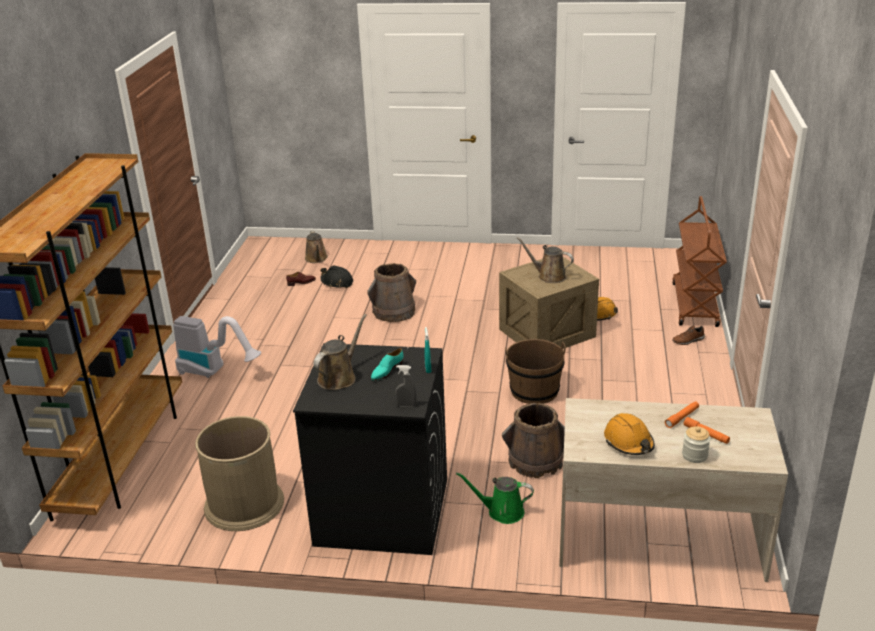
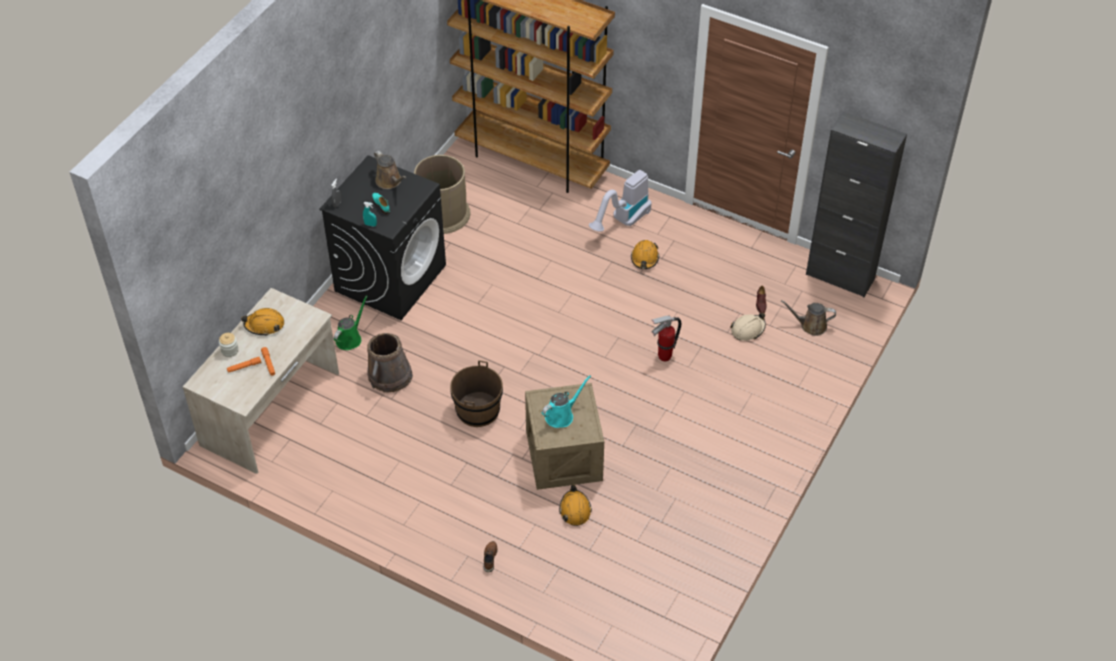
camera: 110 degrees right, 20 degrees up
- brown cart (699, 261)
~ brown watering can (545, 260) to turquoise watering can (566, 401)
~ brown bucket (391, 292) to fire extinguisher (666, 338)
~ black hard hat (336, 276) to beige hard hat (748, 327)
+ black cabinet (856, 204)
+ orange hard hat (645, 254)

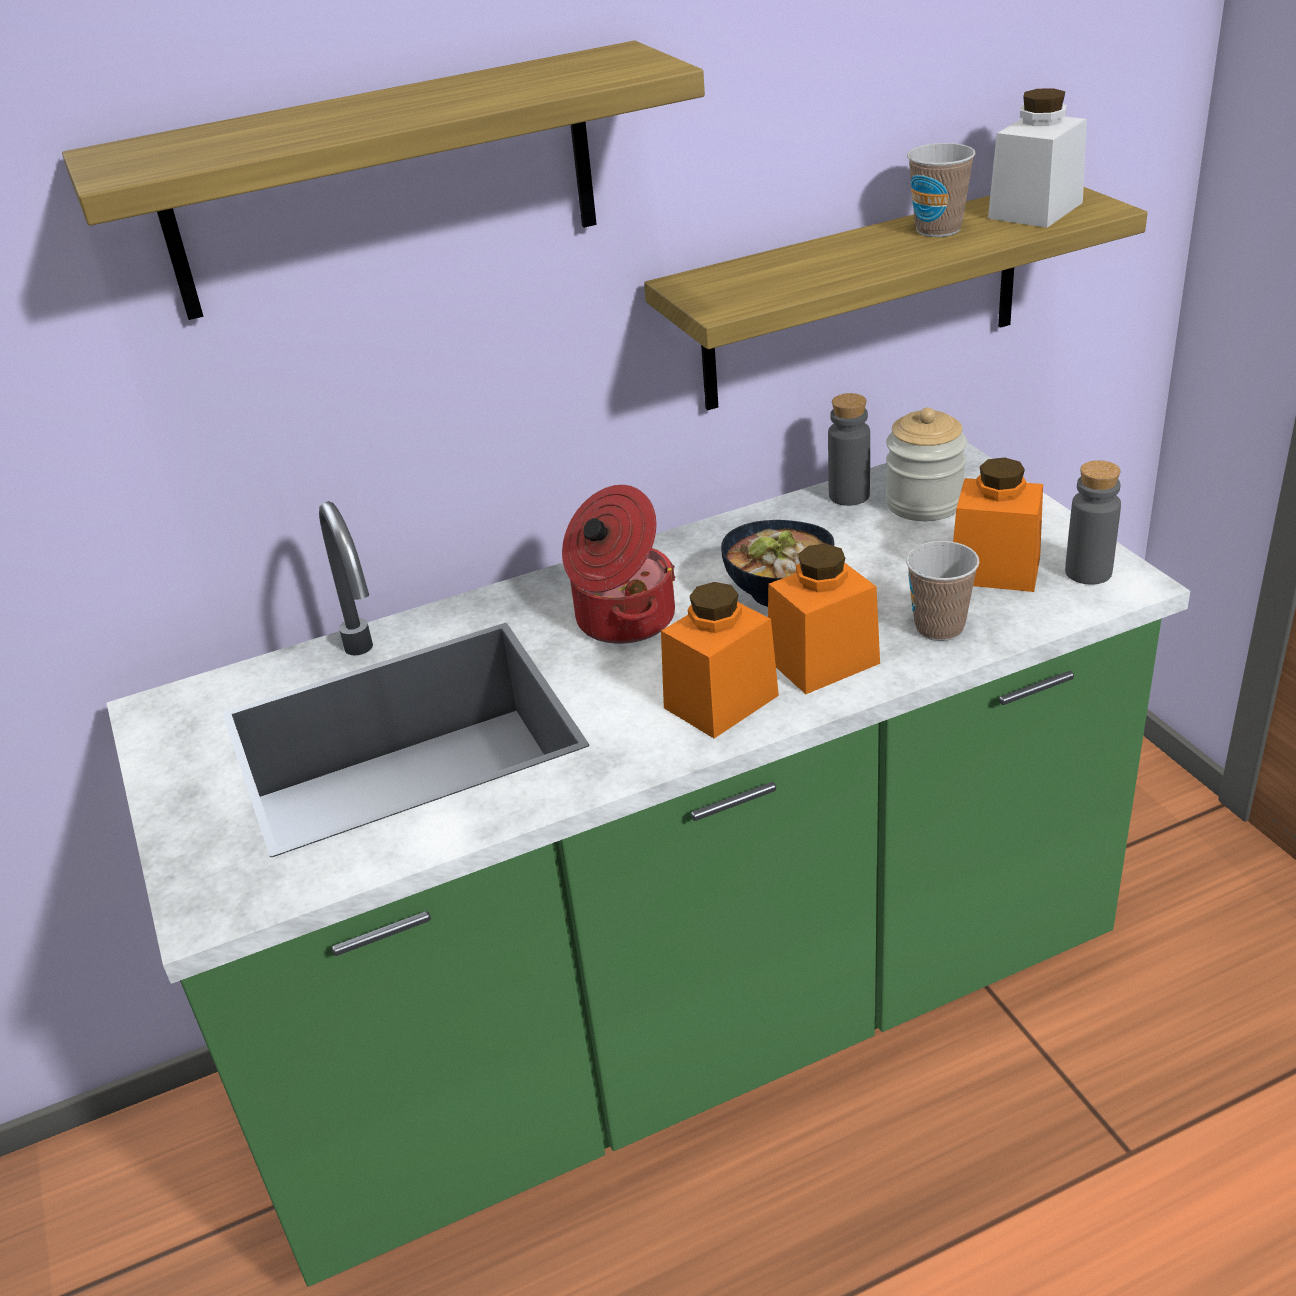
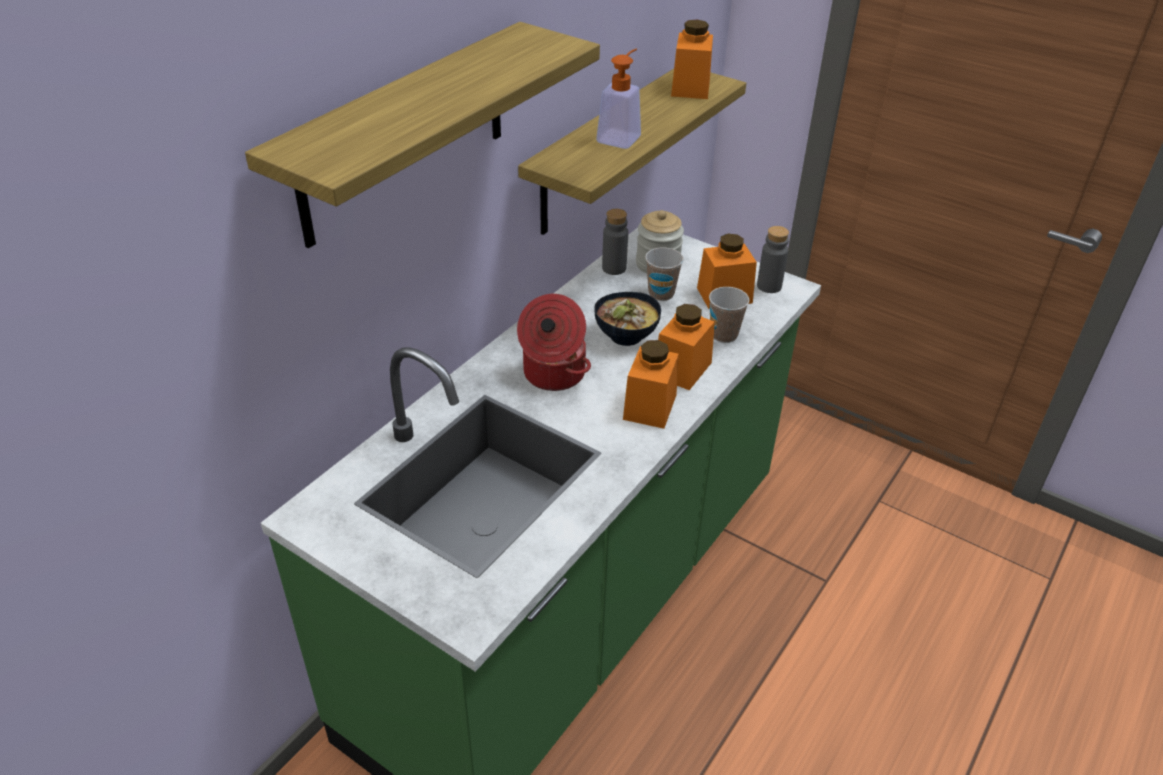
camera: 35 degrees left, 5 degrees up
~ white jar (1037, 158) to orange jar (692, 59)
~ cup (941, 190) to (664, 274)
+ soap dispenser (618, 98)

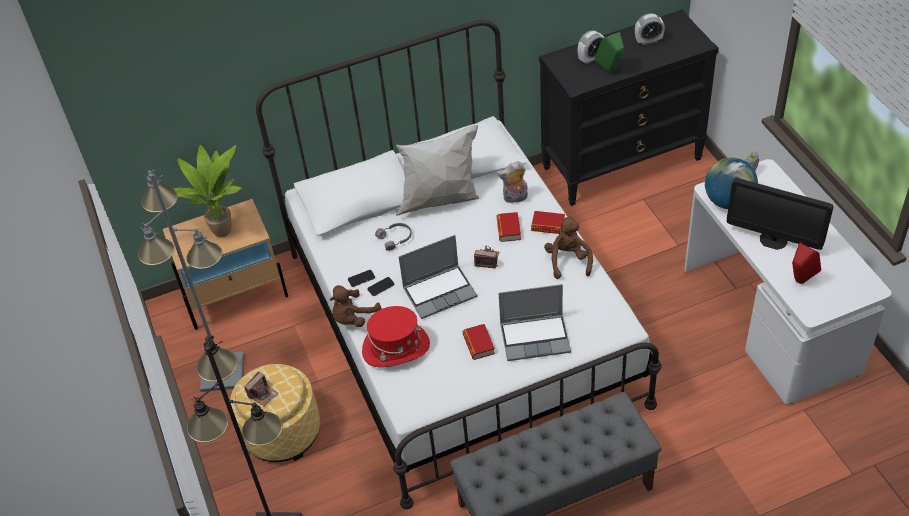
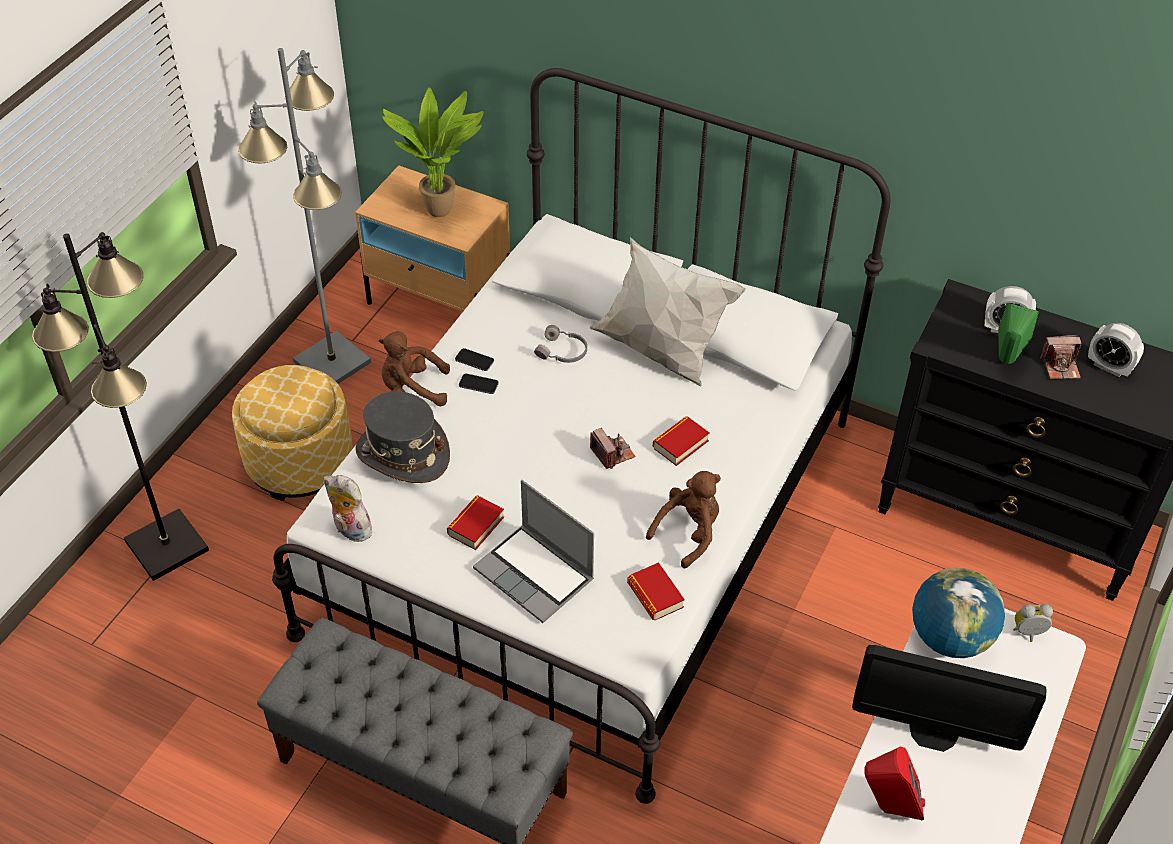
camera: 45 degrees right, 0 degrees up
~ plush toy (513, 182) to (349, 508)
~ monitor (780, 214) = (949, 698) 60 degrees counterclockwise
~ book (548, 222) to (656, 591)
- laptop (438, 277)
~ red hat (396, 337) to grey hat (402, 437)
~ photo camera (261, 389) to (1061, 357)

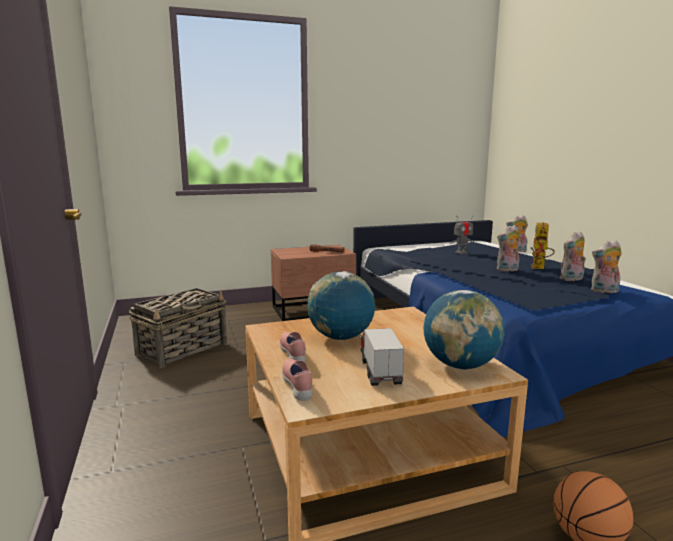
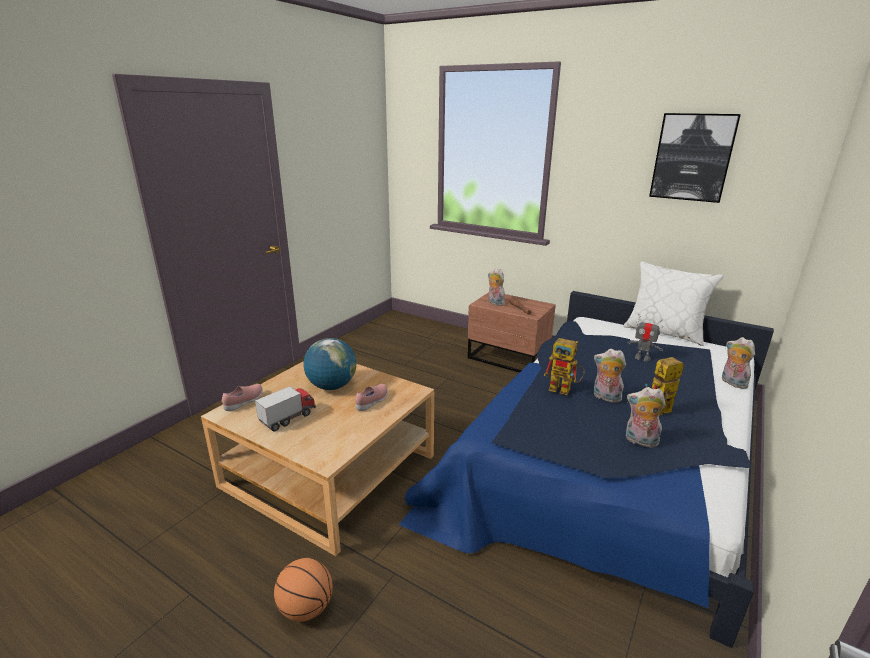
camera: 50 degrees right, 10 degrees up
~ plush toy (606, 266) to (497, 287)
- basket (178, 328)
- globe (464, 330)
~ pink shoe (293, 347) to (371, 397)
+ picture (695, 158)
+ white pillow (673, 303)
+ toy robot (564, 366)

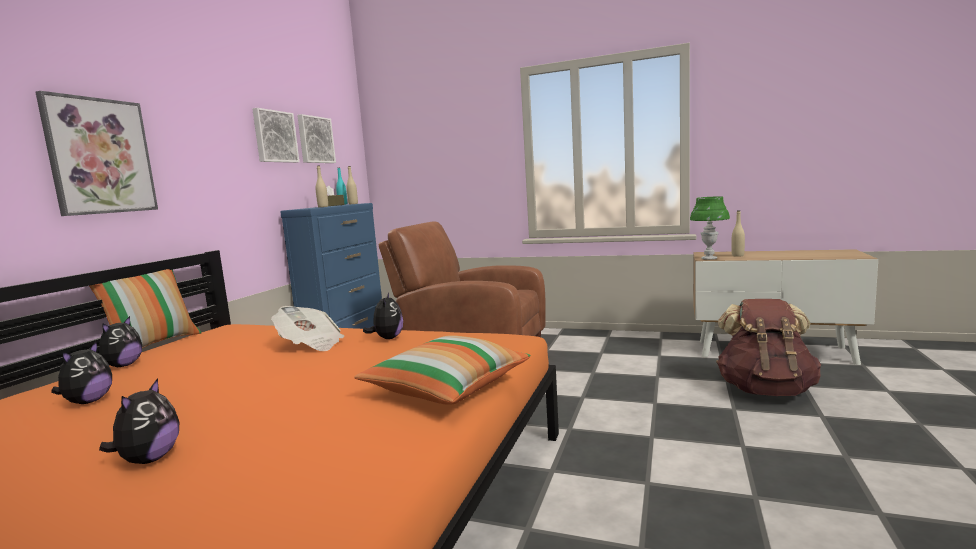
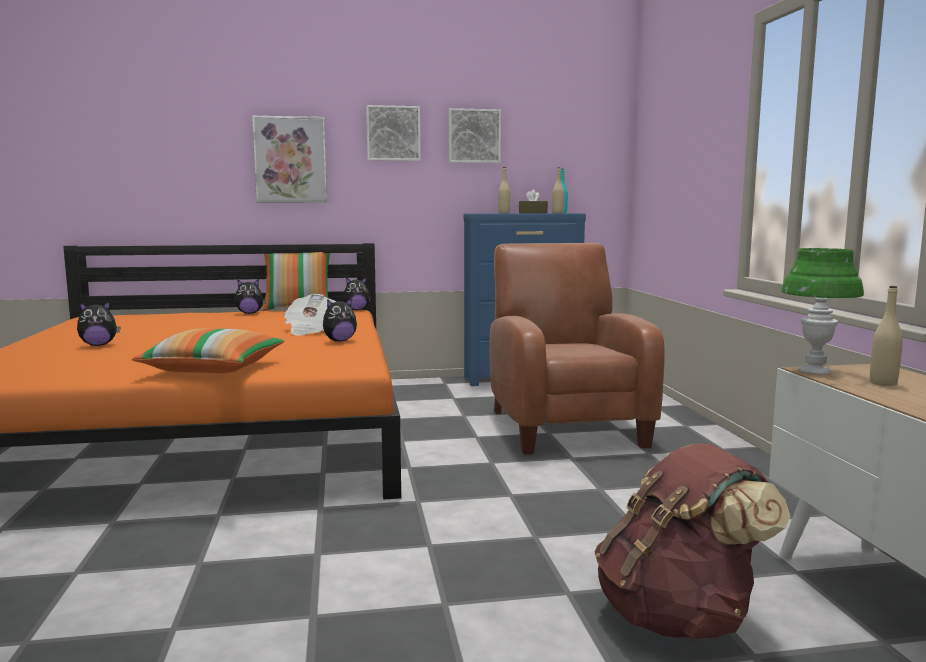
camera: 60 degrees right, 0 degrees up
~ picture (316, 138) to (393, 133)
~ plush toy (81, 372) to (357, 293)

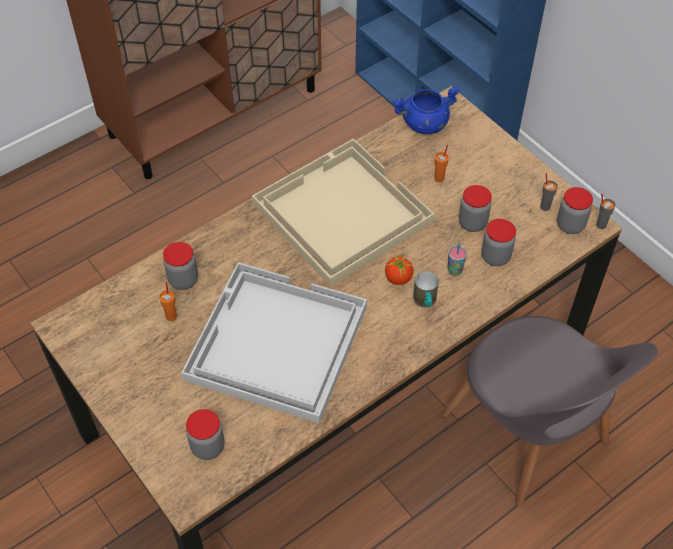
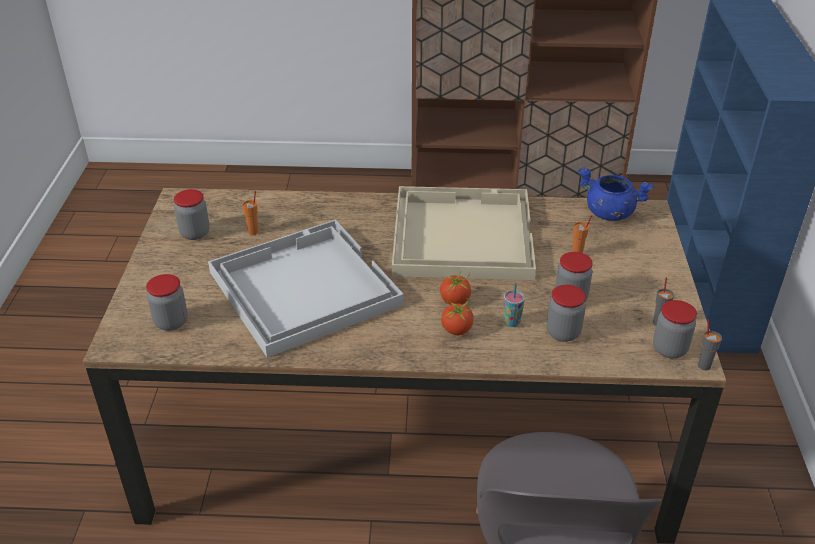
camera: 40 degrees right, 15 degrees down
~ jar (180, 266) to (192, 214)
~ mug (426, 289) to tomato (458, 316)

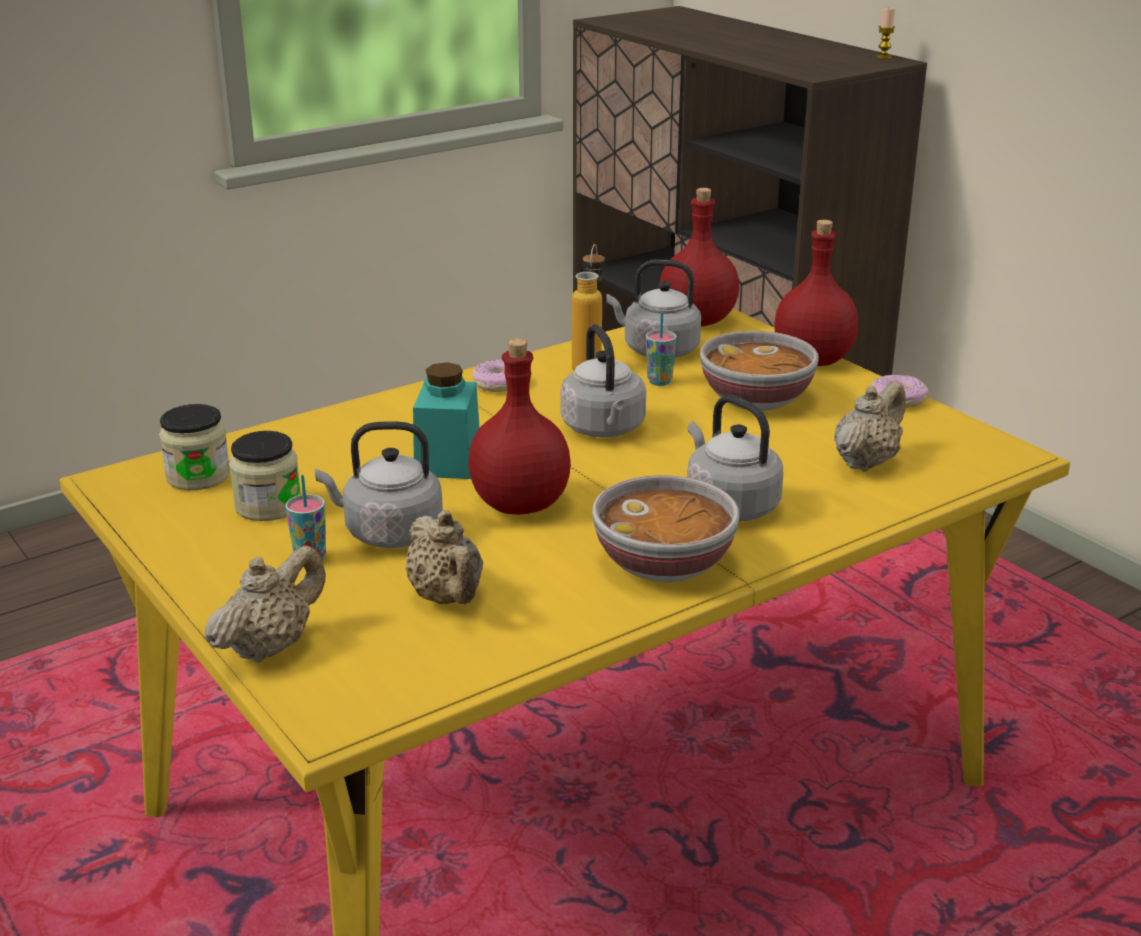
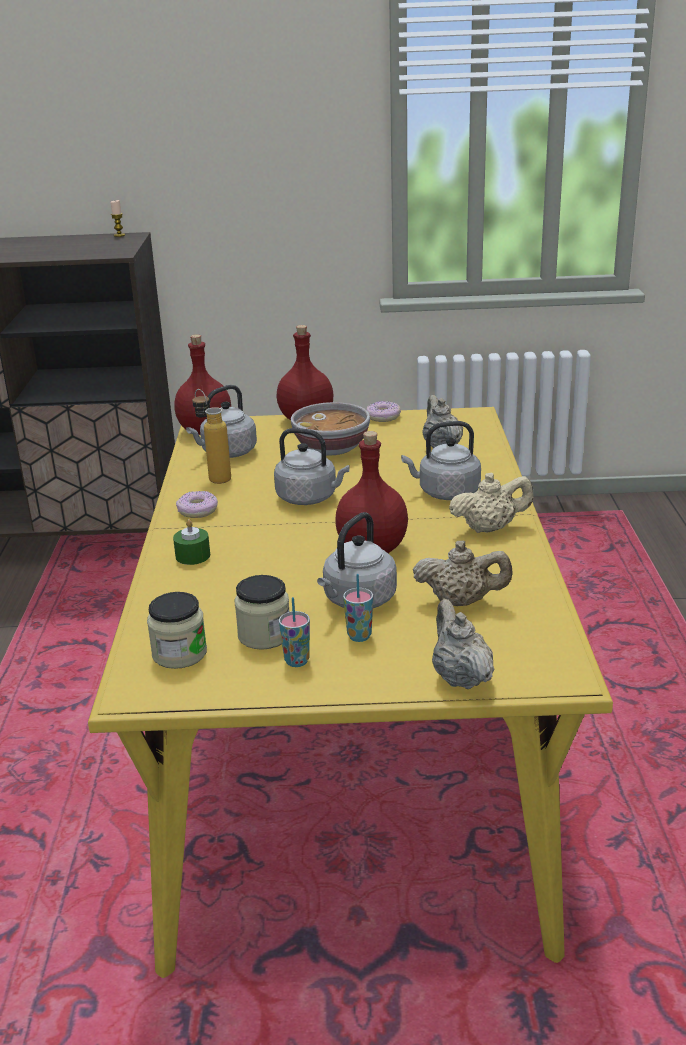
camera: 55 degrees left, 0 degrees up
~ cup (661, 349) to (294, 632)
- turquoise jar (446, 420)
~ bowl (665, 528) to beige teapot (491, 503)
+ green candle (191, 542)

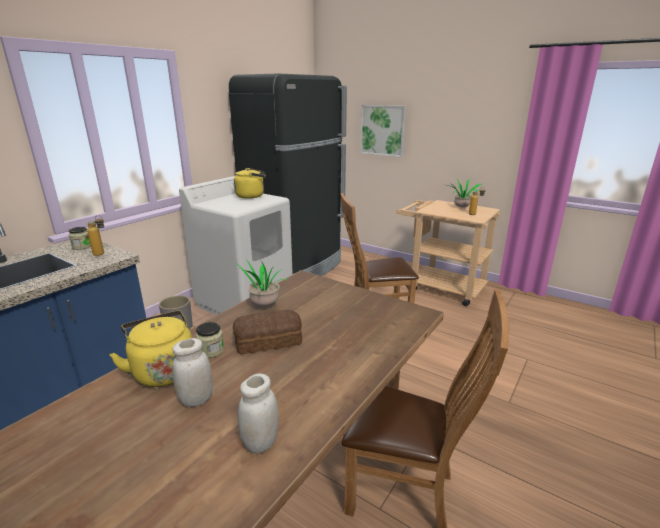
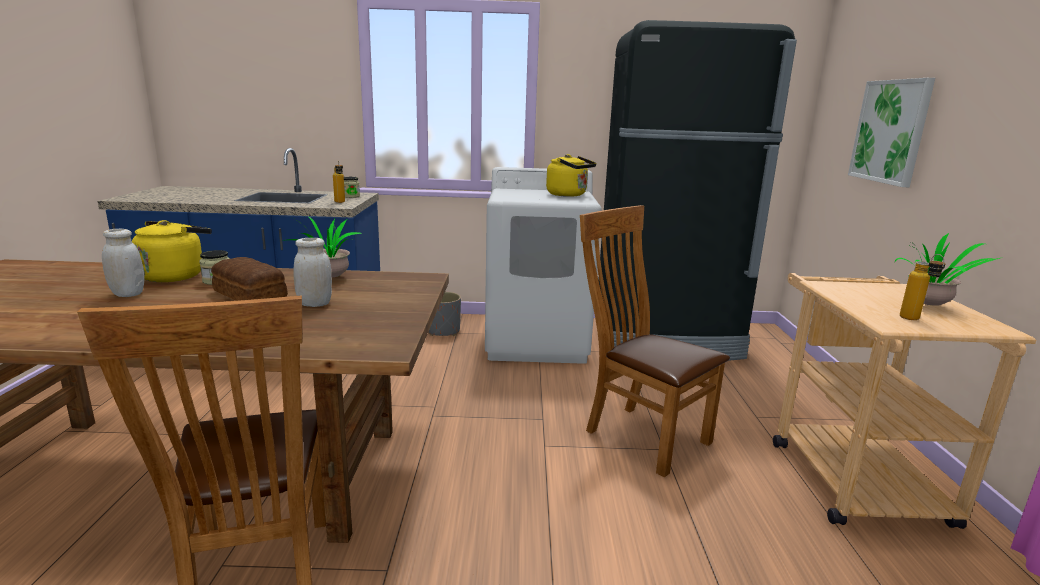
camera: 55 degrees right, 5 degrees down
~ white jar (258, 413) to (312, 272)

